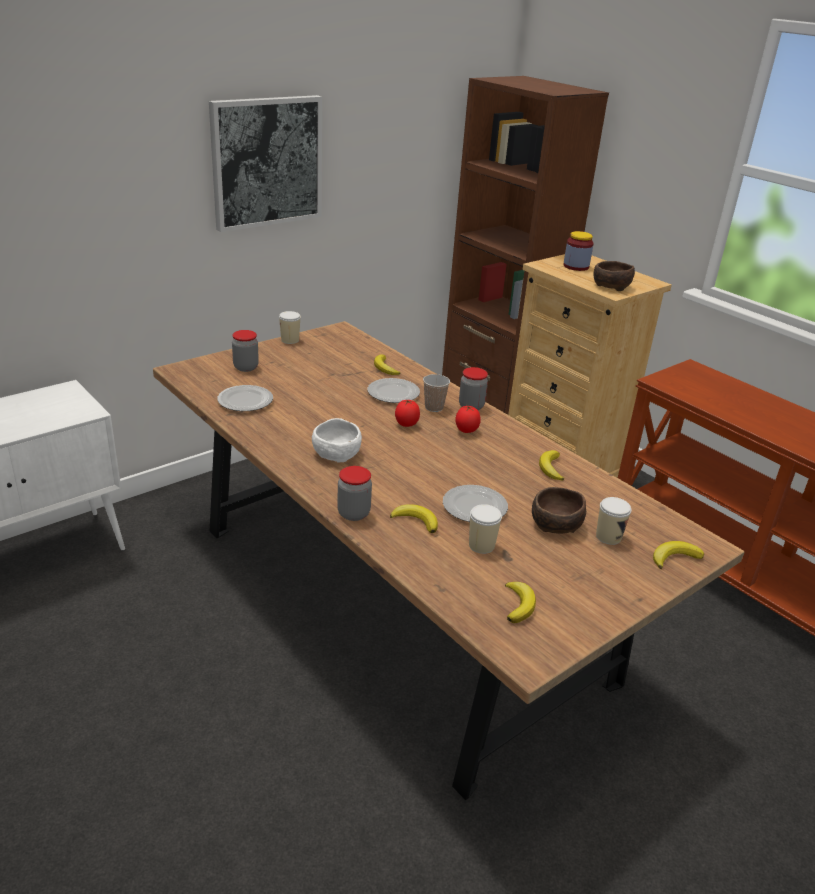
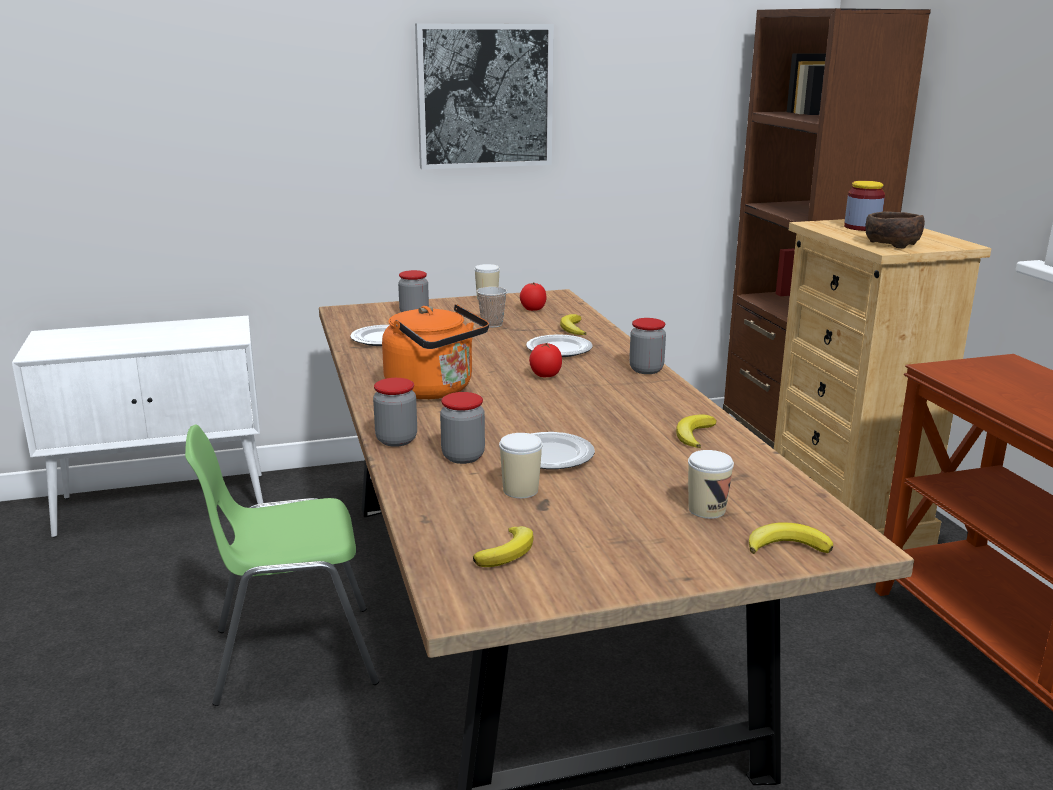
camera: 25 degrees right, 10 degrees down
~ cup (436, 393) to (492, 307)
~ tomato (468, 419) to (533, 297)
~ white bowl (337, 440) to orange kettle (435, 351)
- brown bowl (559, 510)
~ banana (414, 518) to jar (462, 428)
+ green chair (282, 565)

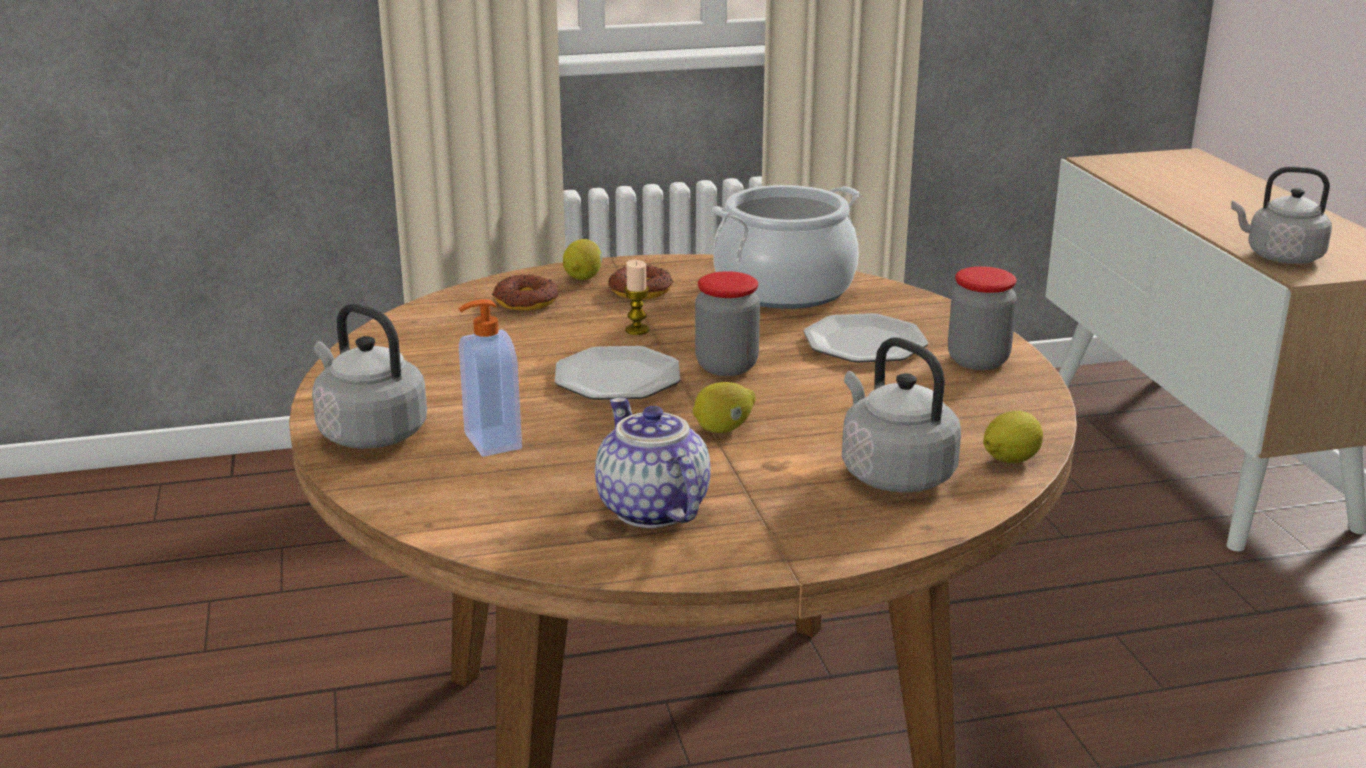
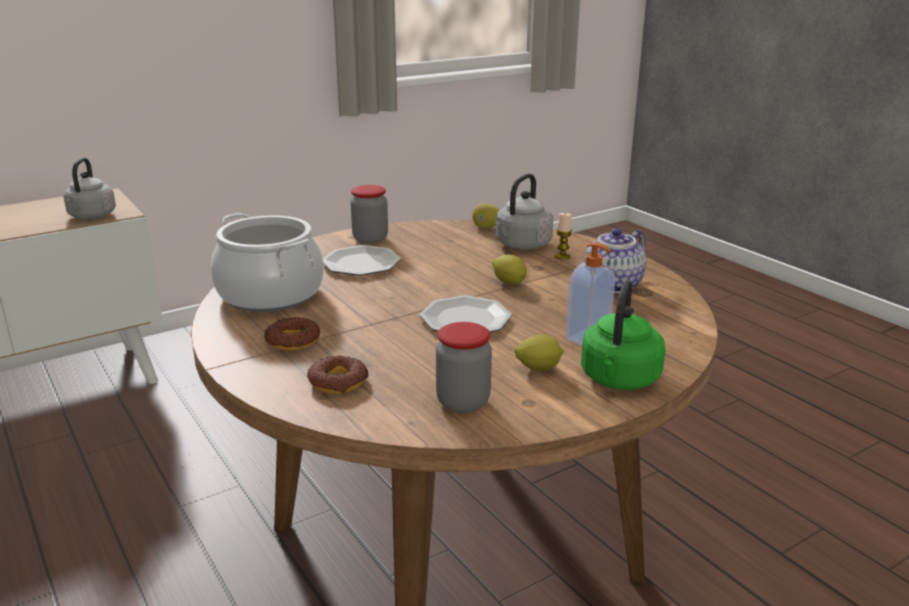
camera: 110 degrees left, 0 degrees up
~ lemon (582, 259) to (539, 353)
~ candle (636, 297) to (563, 236)
~ jar (727, 323) to (464, 367)
~ grey kettle (369, 376) to green kettle (623, 335)

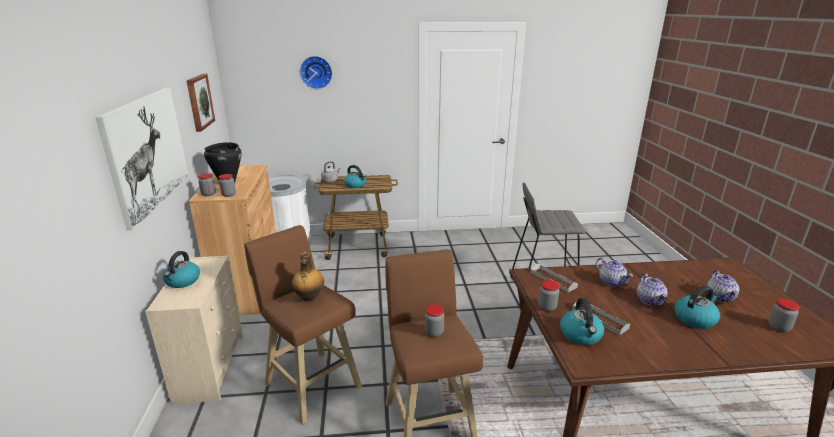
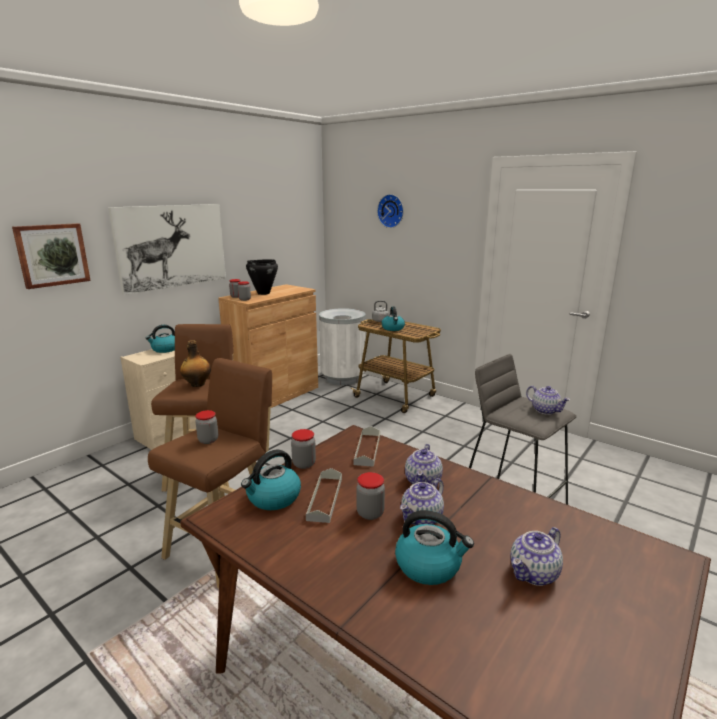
camera: 45 degrees right, 5 degrees down
~ picture (201, 103) to (51, 256)
~ jar (784, 315) to (370, 496)
+ teapot (548, 400)

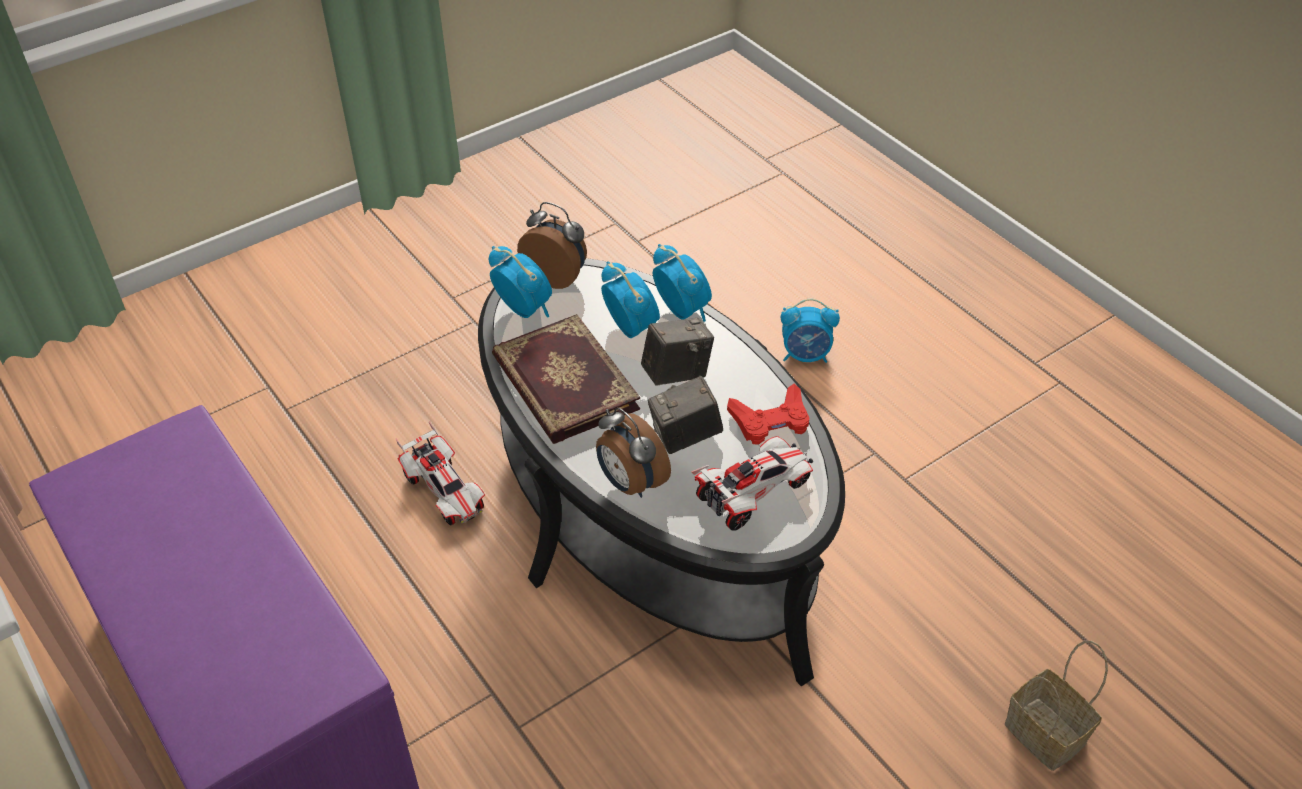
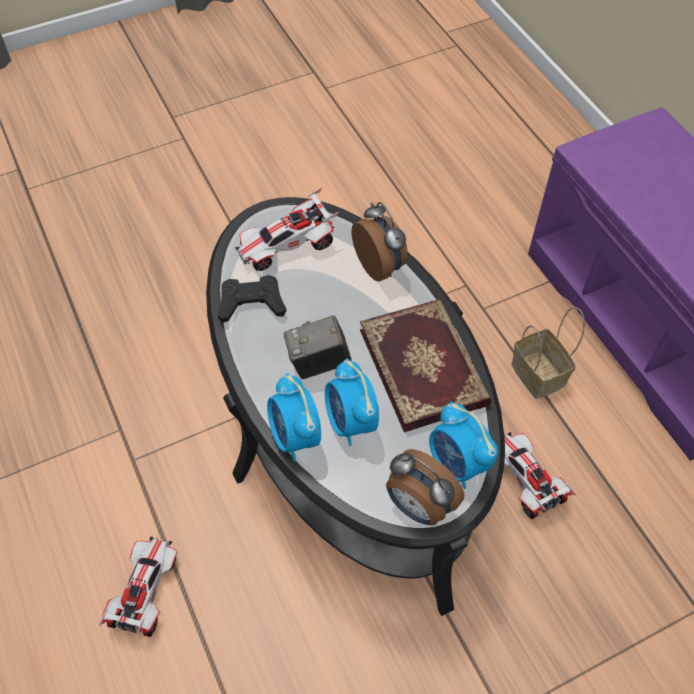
camera: 170 degrees left, 10 degrees up
~ alarm clock (810, 331) to toy car (138, 586)
- photo camera (685, 415)
~ red game controller (768, 414) to black game controller (252, 299)
~ basket (1056, 706) to (548, 353)

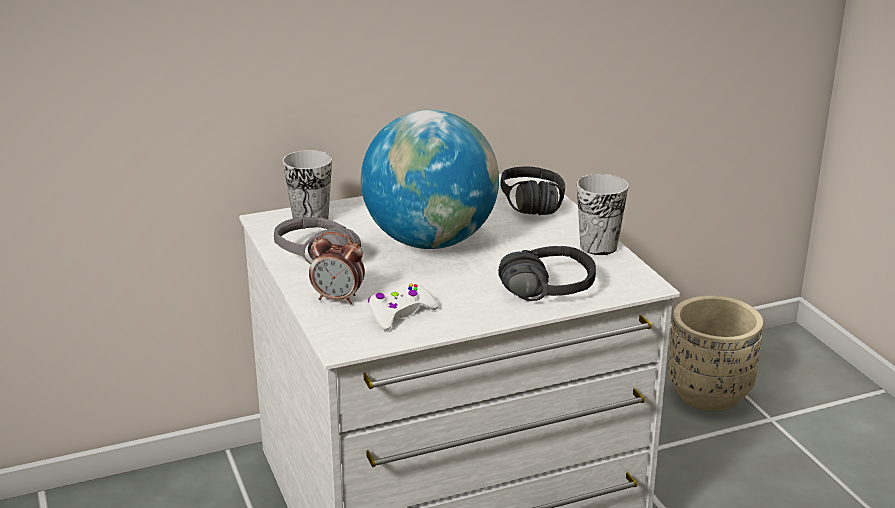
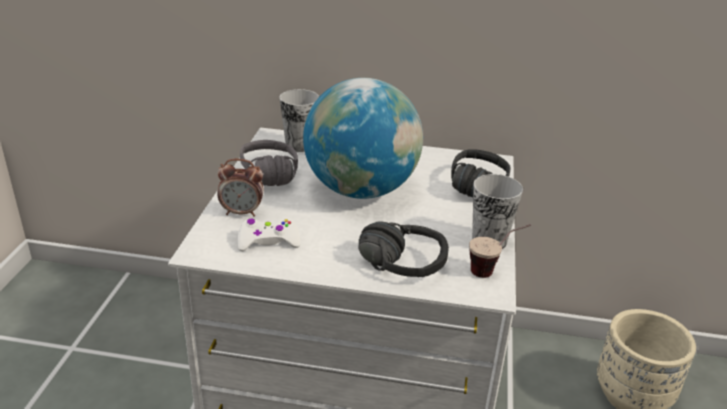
camera: 30 degrees right, 5 degrees up
~ alarm clock (337, 268) = (240, 188) 45 degrees counterclockwise
+ cup (500, 251)

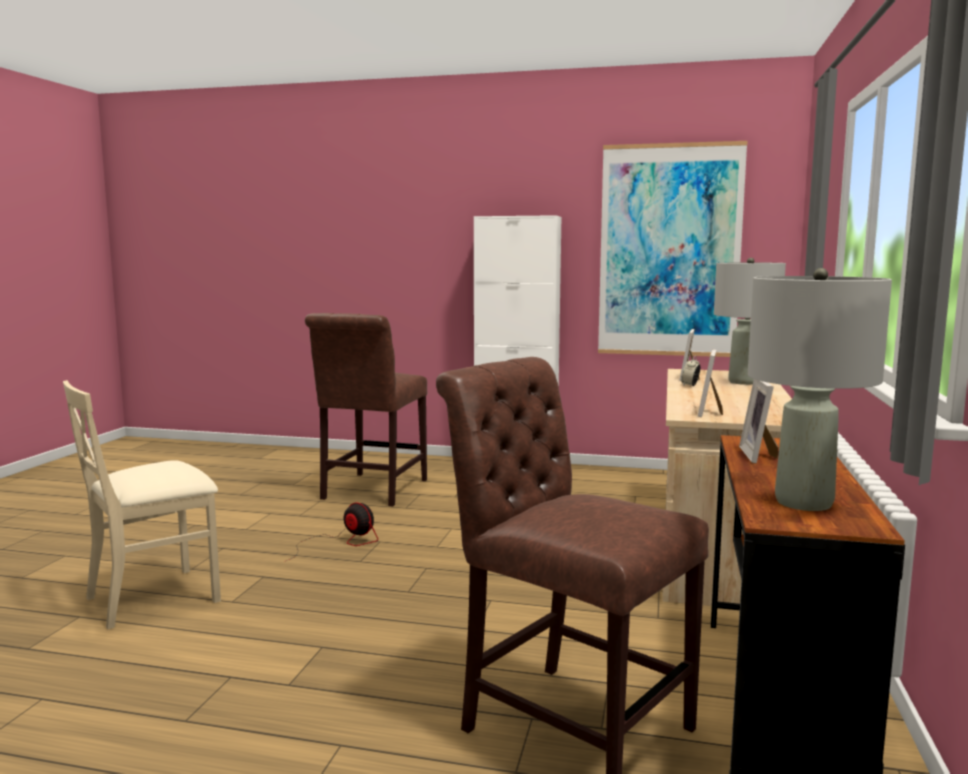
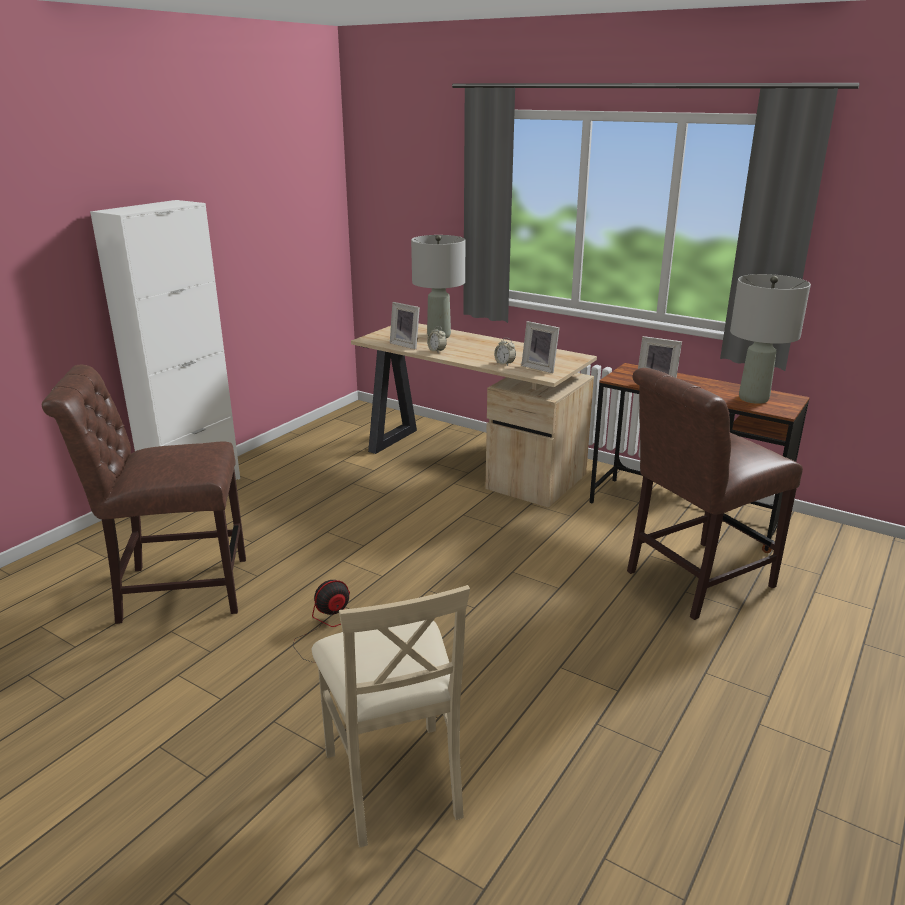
camera: 70 degrees left, 15 degrees up
- picture (673, 249)
~ brown chair (366, 409) = (144, 494) 135 degrees clockwise
+ alarm clock (505, 352)

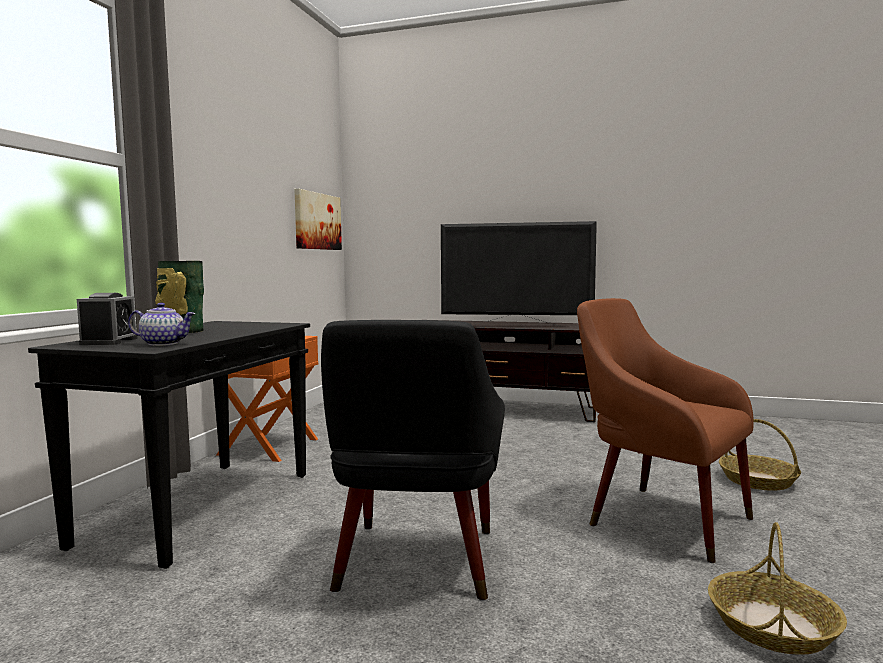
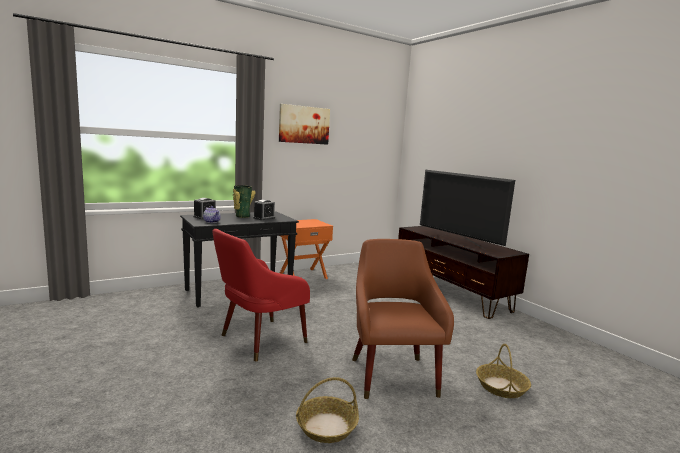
camera: 40 degrees right, 5 degrees up
~ picture (318, 219) to (304, 124)
~ black armchair (413, 460) to red armchair (261, 295)
+ alarm clock (264, 210)

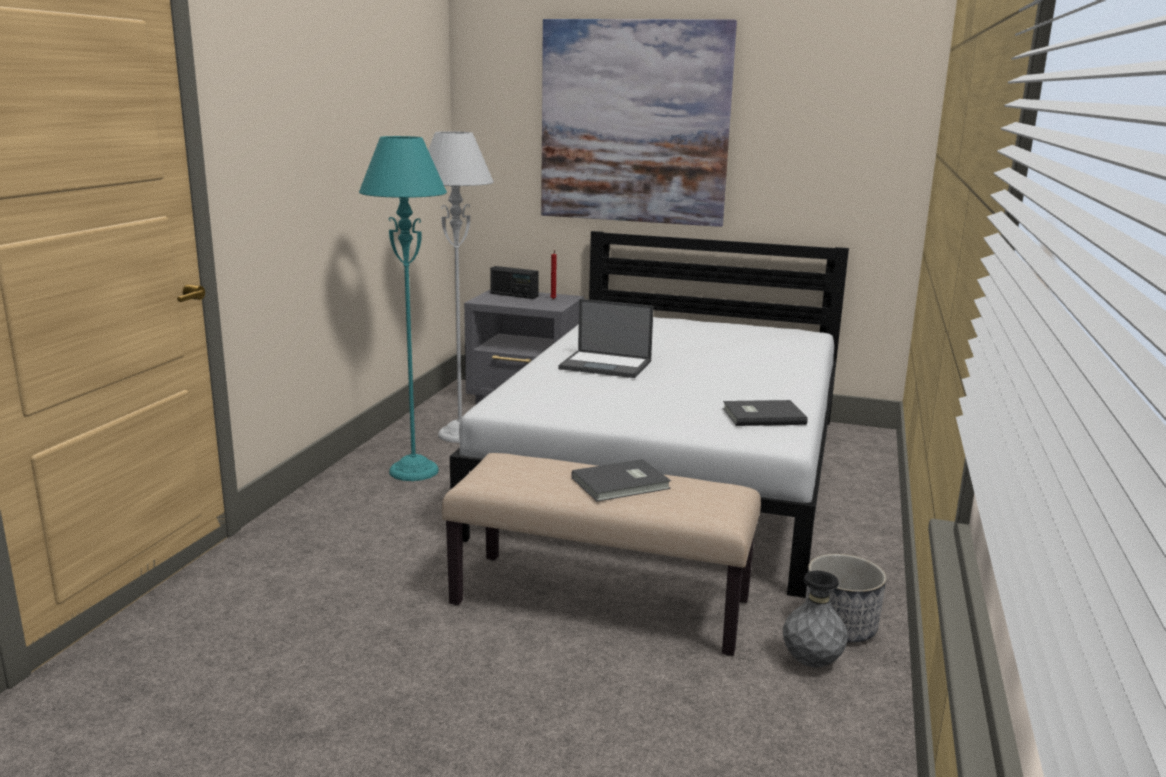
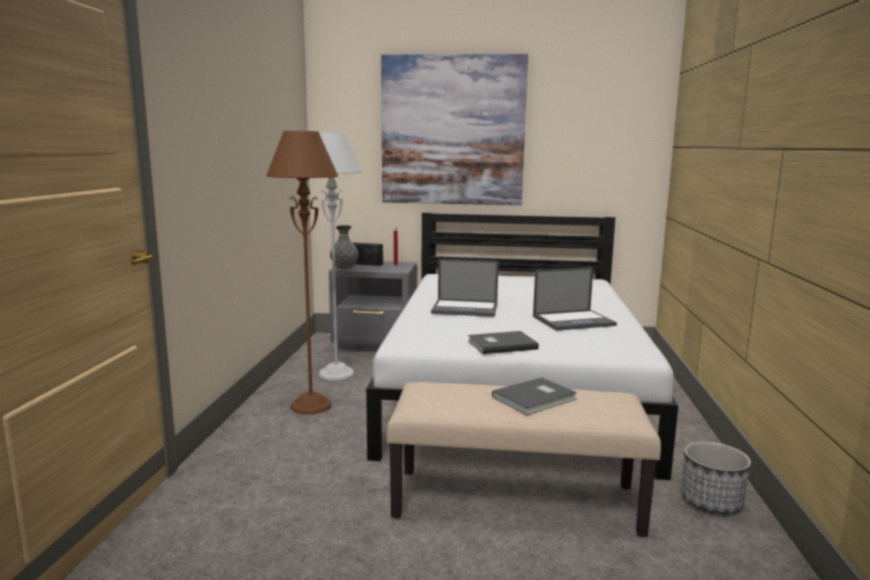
camera: 10 degrees left, 5 degrees down
~ turquoise floor lamp (403, 308) to brown floor lamp (302, 272)
~ grey book (765, 413) to (503, 342)
~ grey vase (815, 619) to (344, 247)
+ laptop (575, 299)

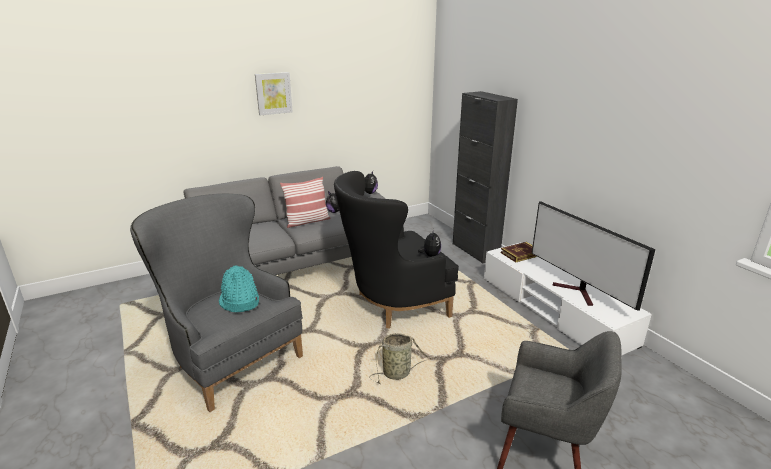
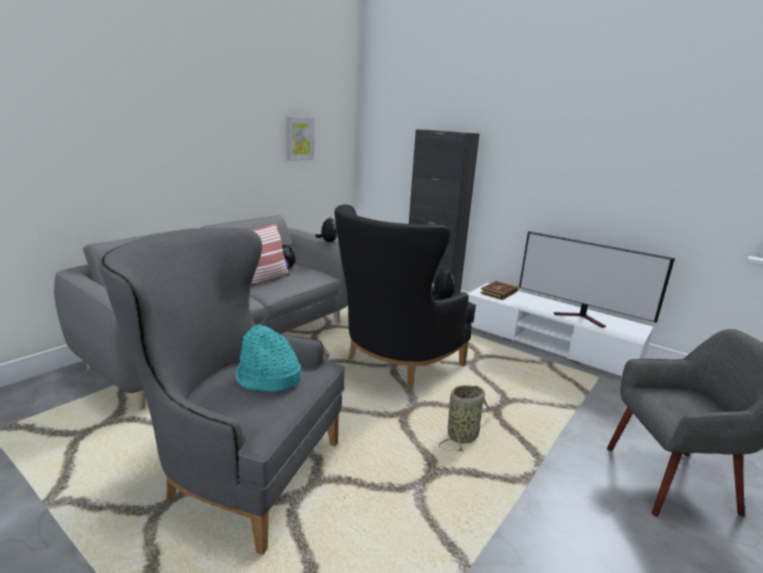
camera: 25 degrees left, 5 degrees down
~ picture (274, 93) to (300, 138)

